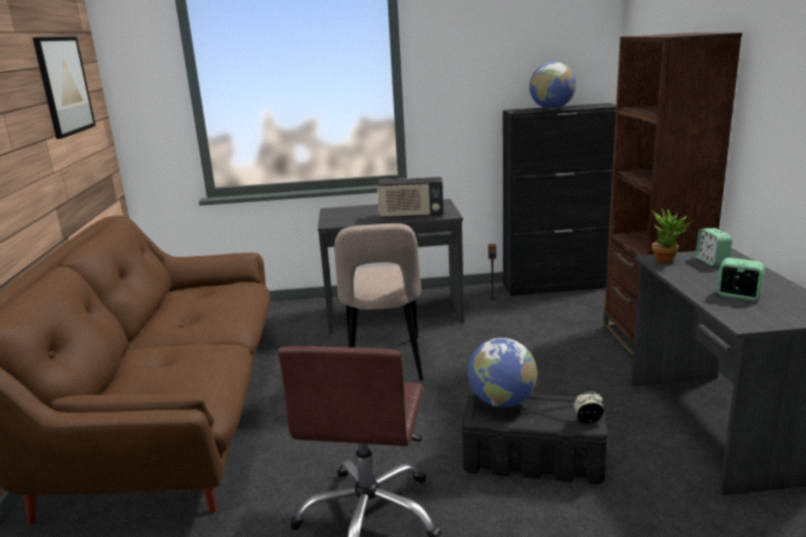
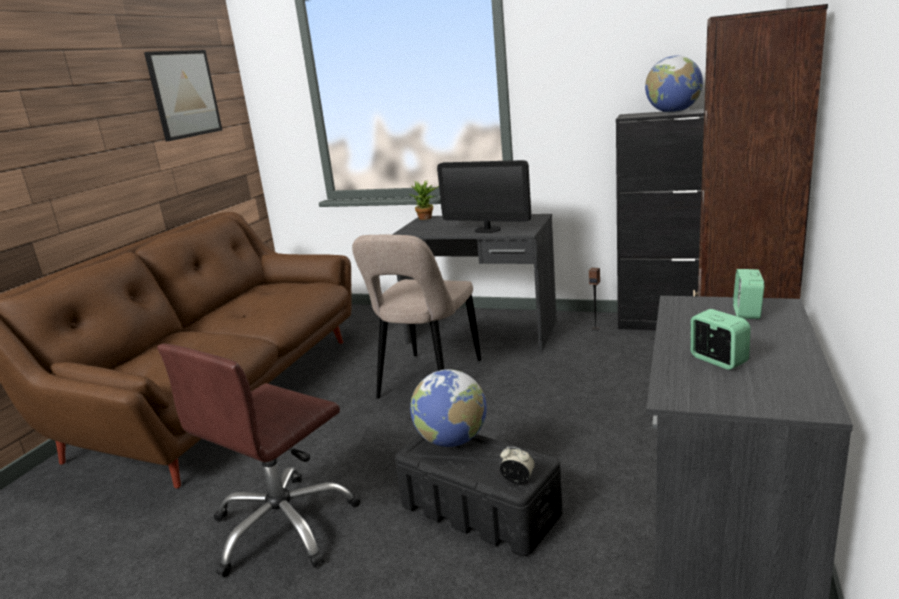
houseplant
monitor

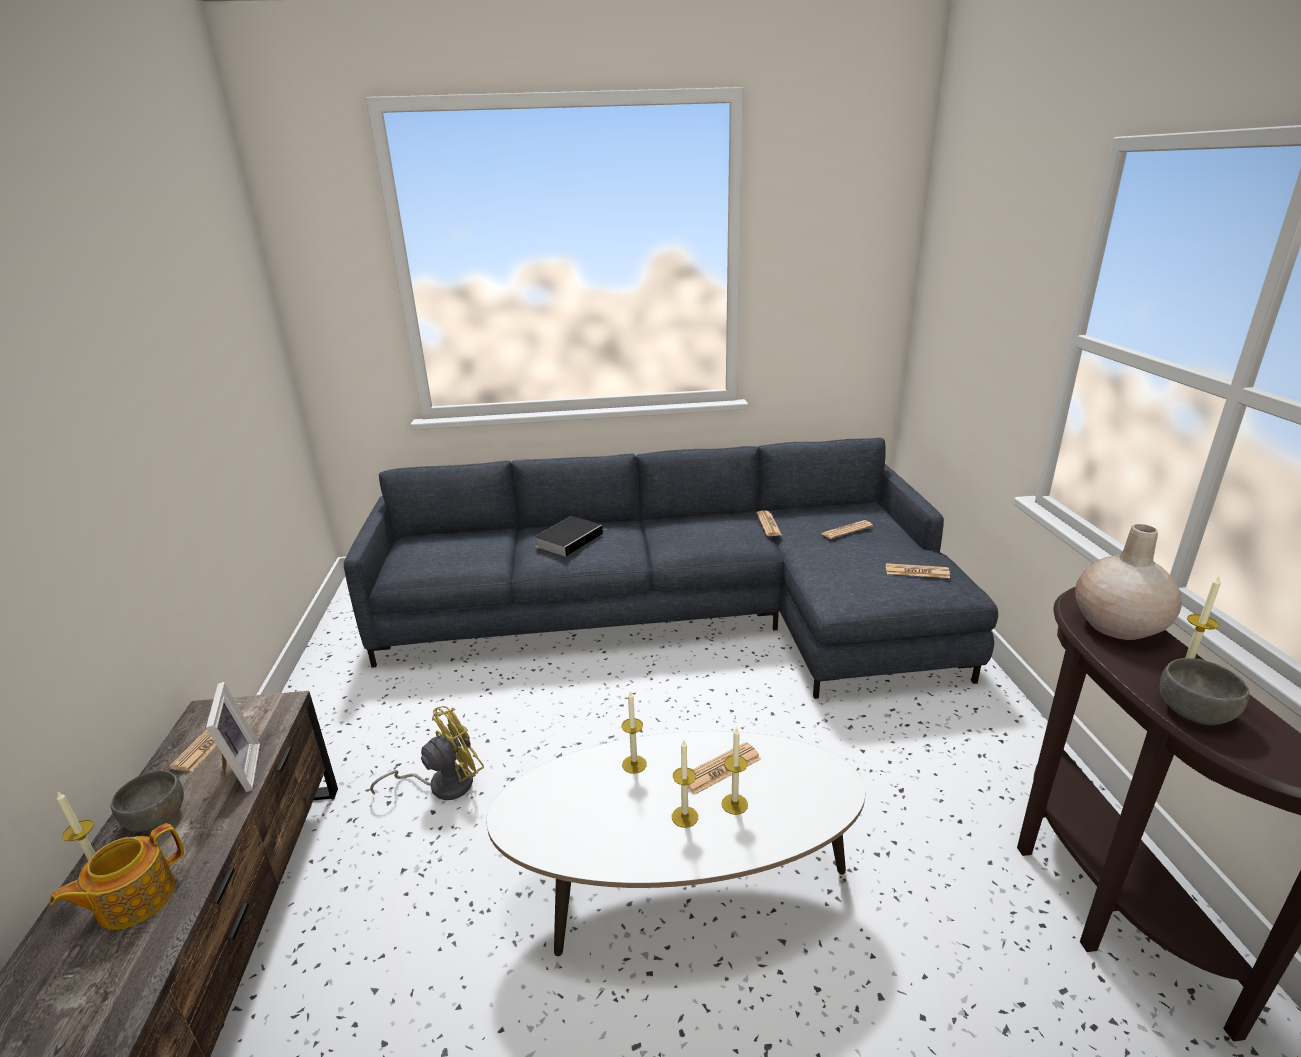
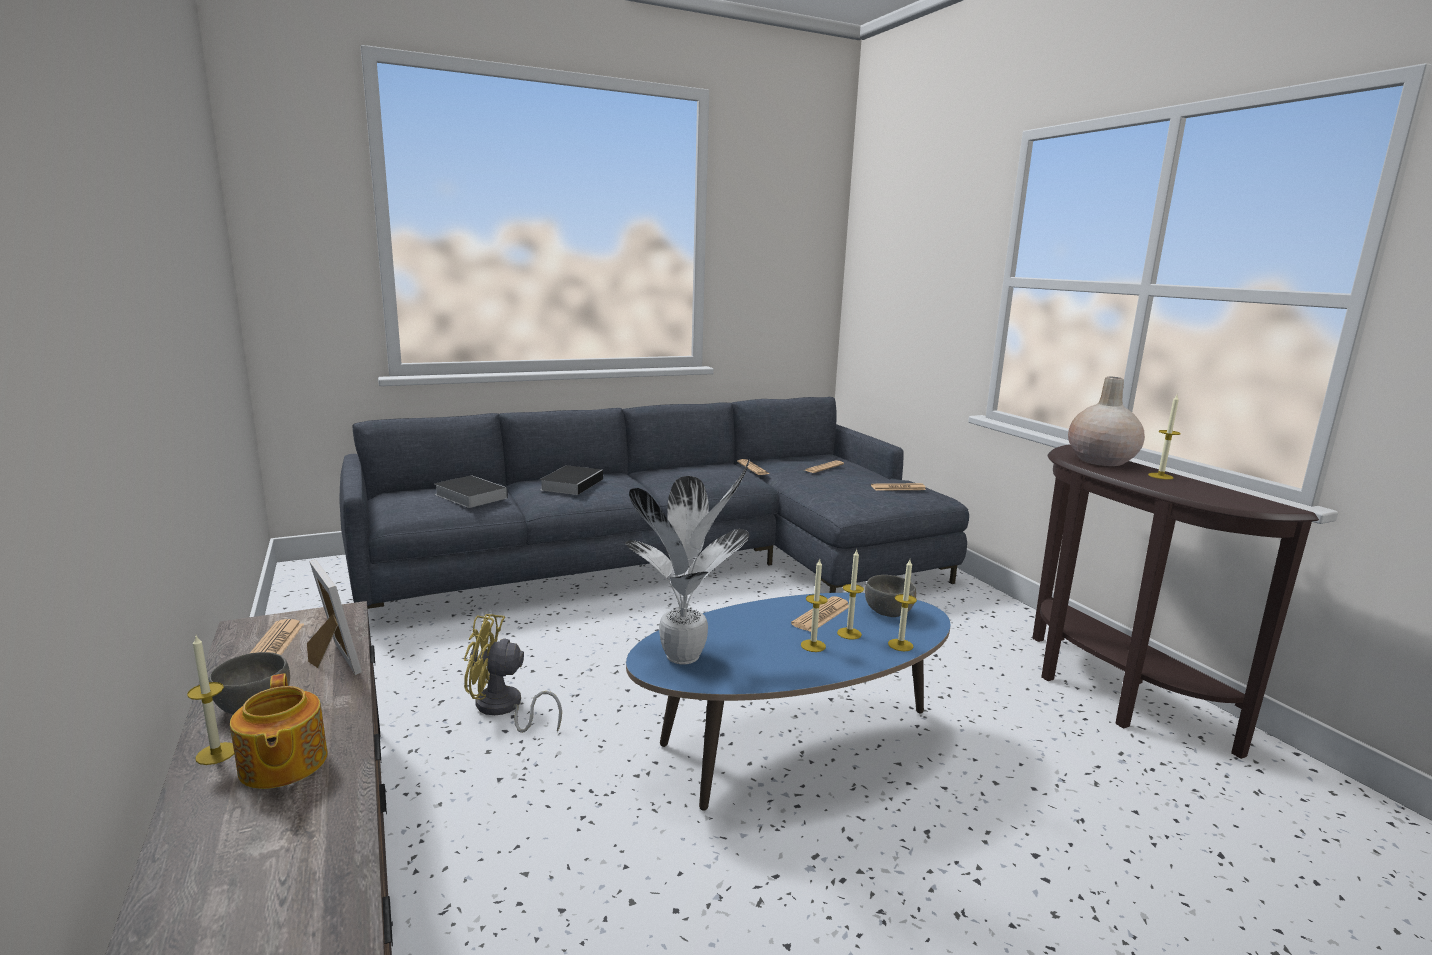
book (no. 1 from left)
houseplant
candle (no. 4 from left)
serving bowl (greyish) (no. 2 from left)
lounge table (blue-coloured)
pot for tea
electric fan (yellow)

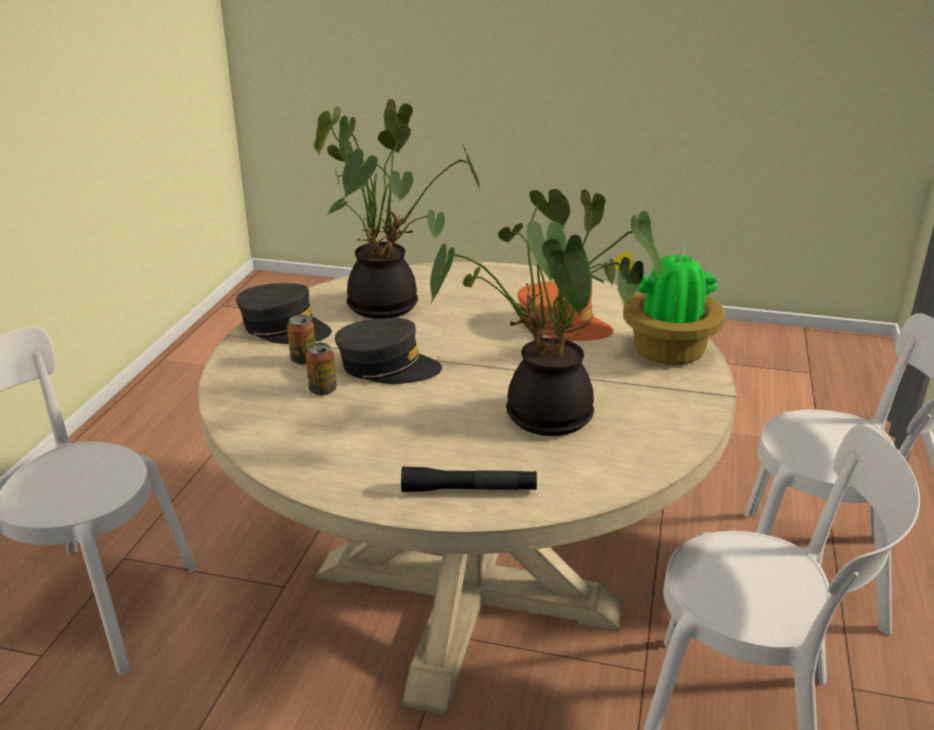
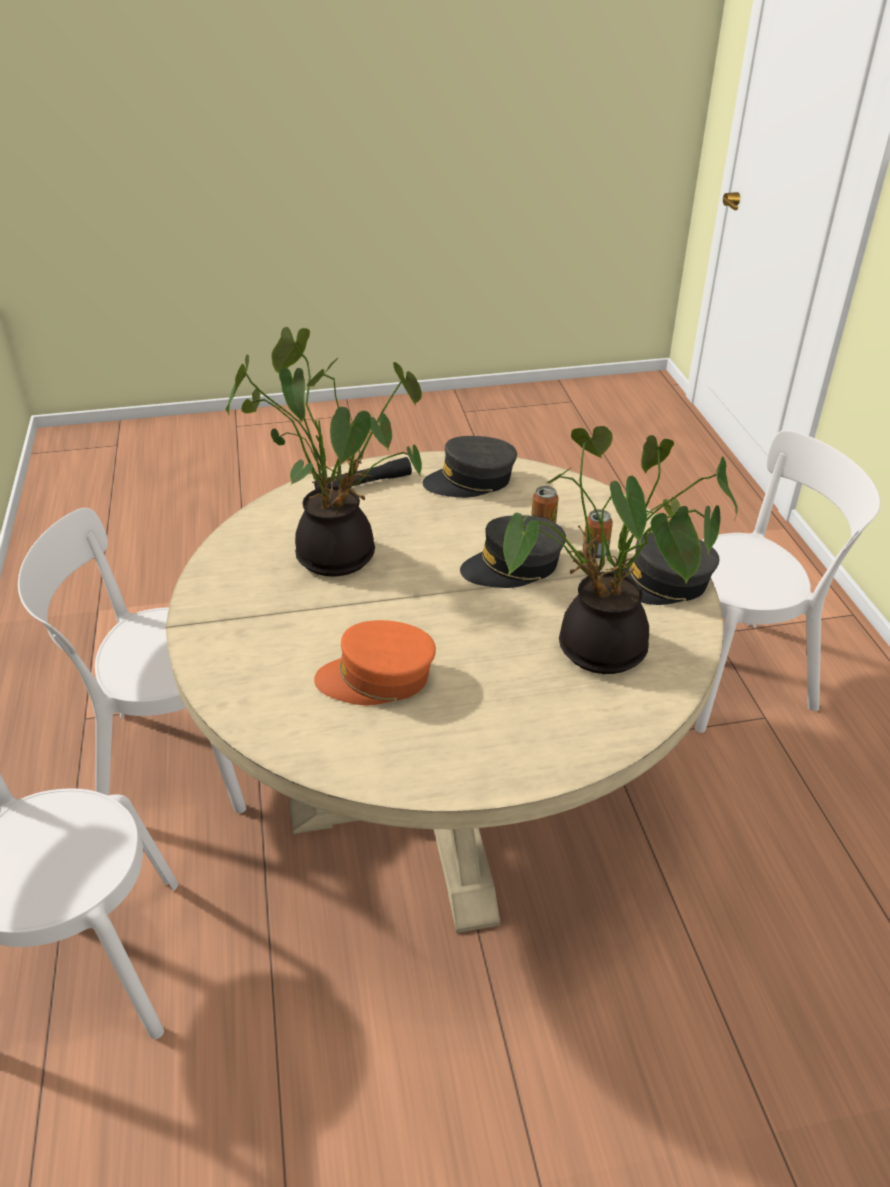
houseplant (no. 3 from left in the first image)
cap (greyish) (no. 1 from left)

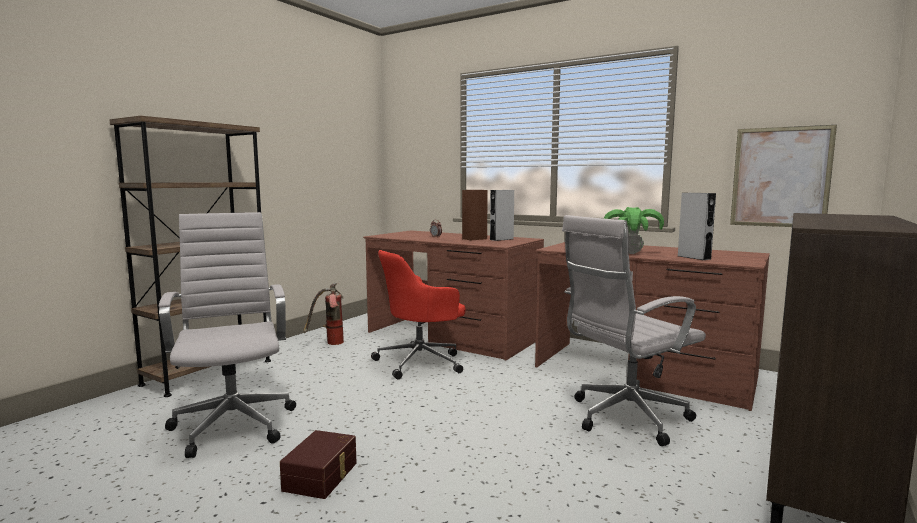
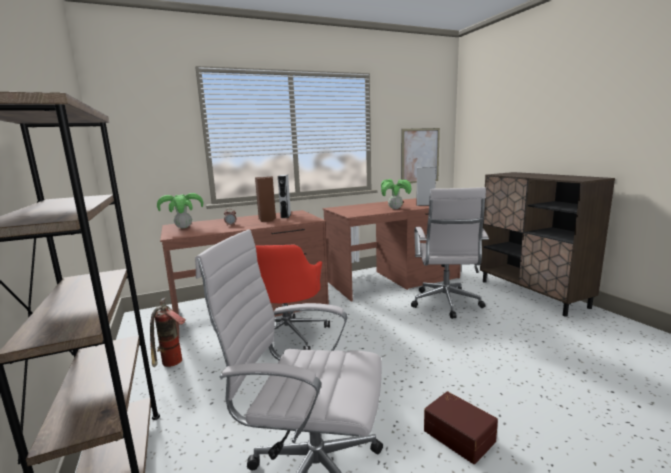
houseplant (no. 1 from left)

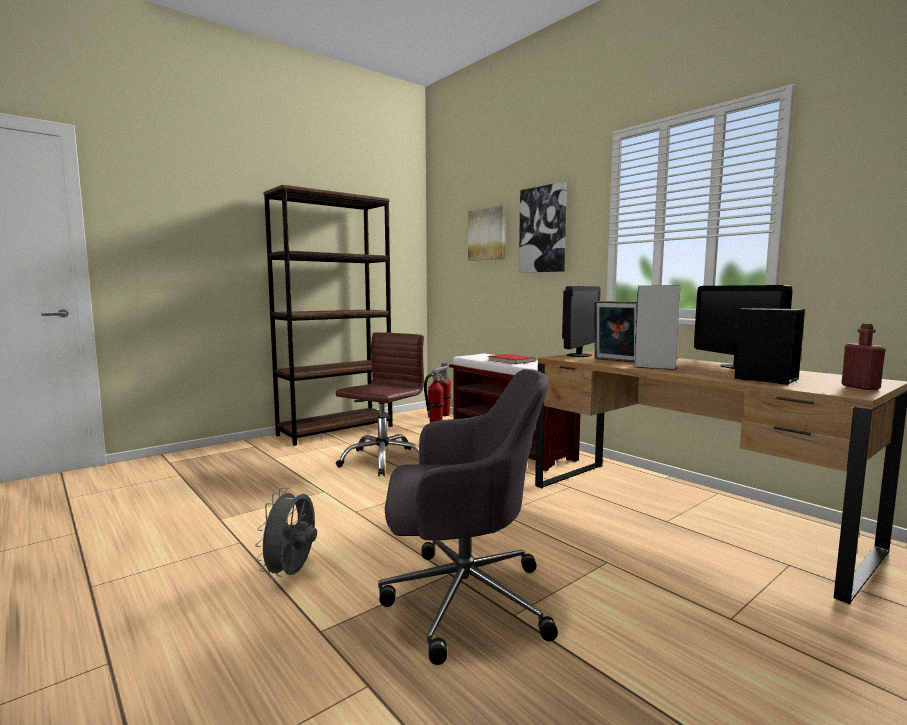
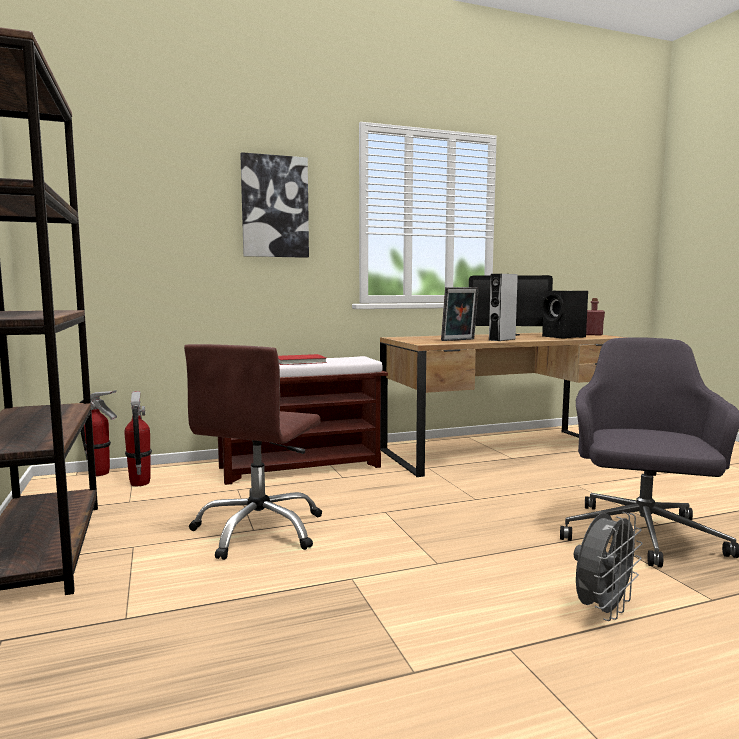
wall art (no. 1 from left in the first image)
monitor (no. 1 from left in the first image)
electric fan (greyish)
computer chair (brownish)

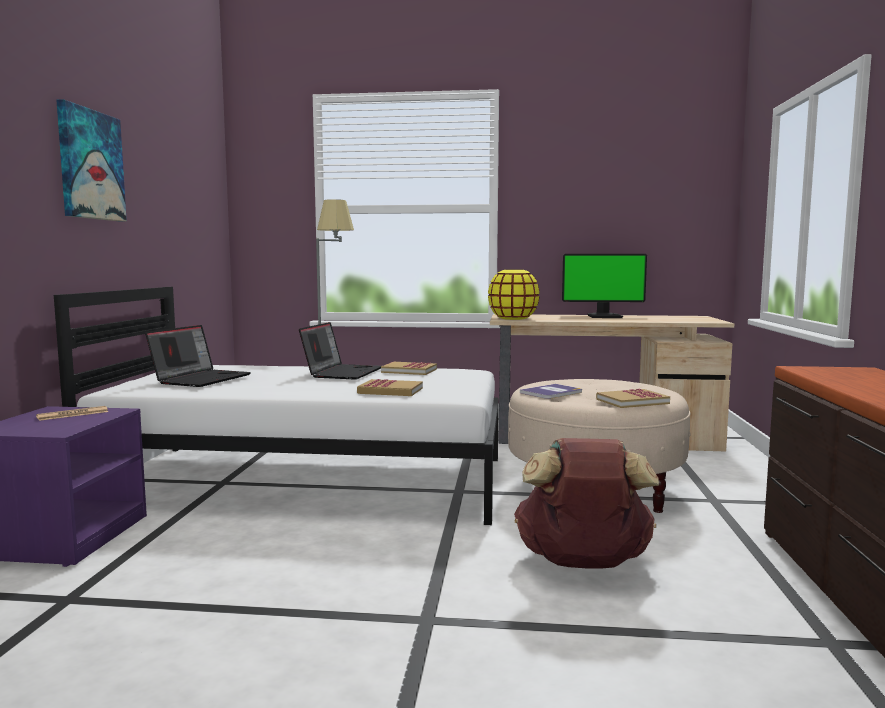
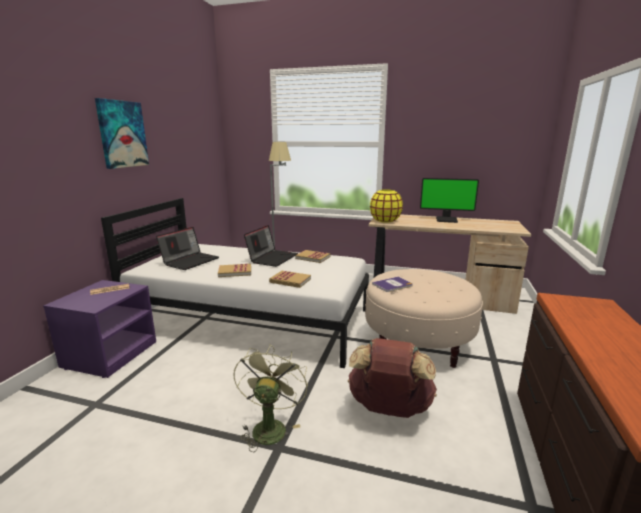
electric fan (greenish)
book (no. 1 from left)

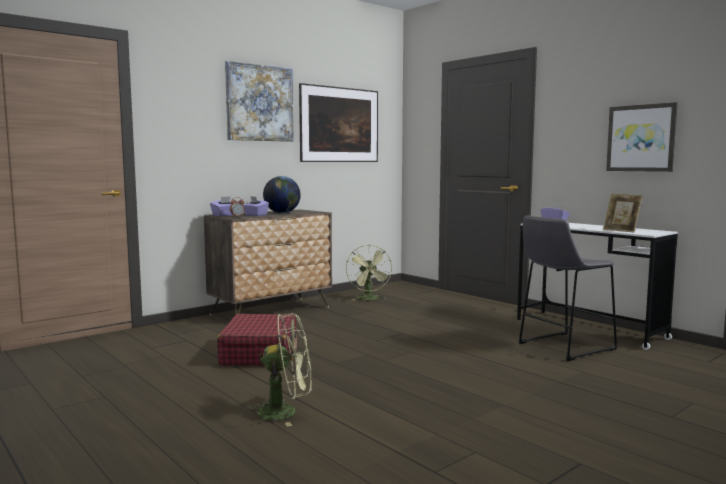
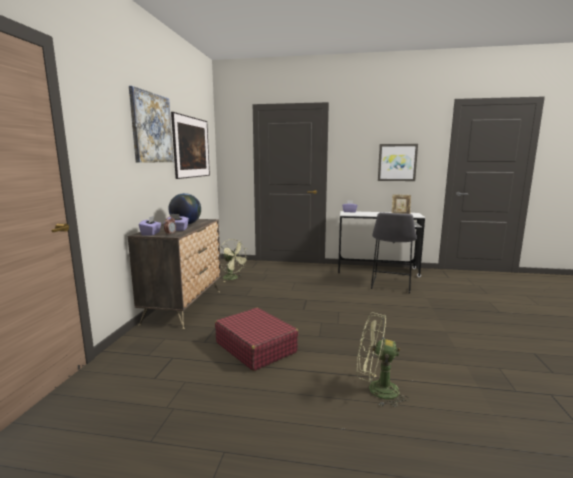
electric fan (greenish) (no. 2 from left)

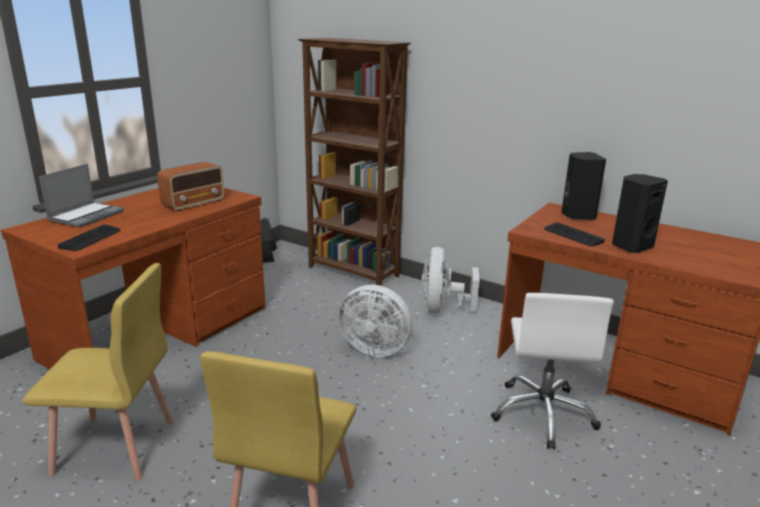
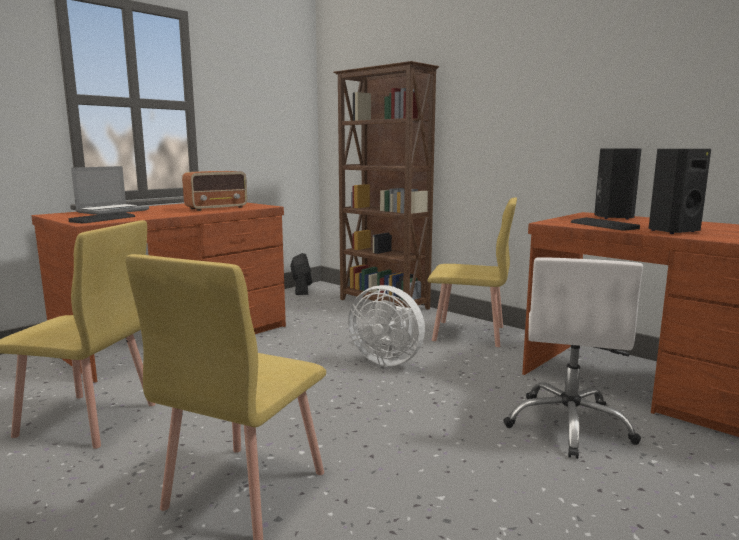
plain chair (yellow) (no. 3 from left)

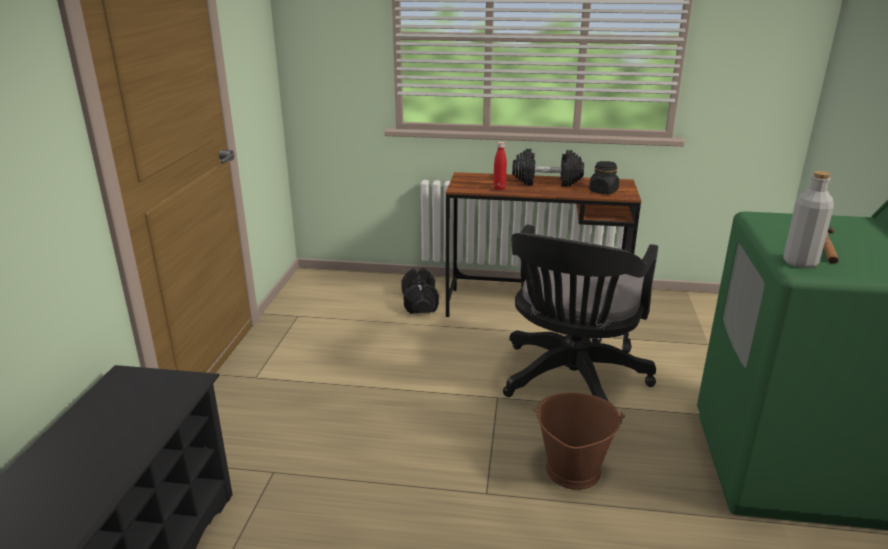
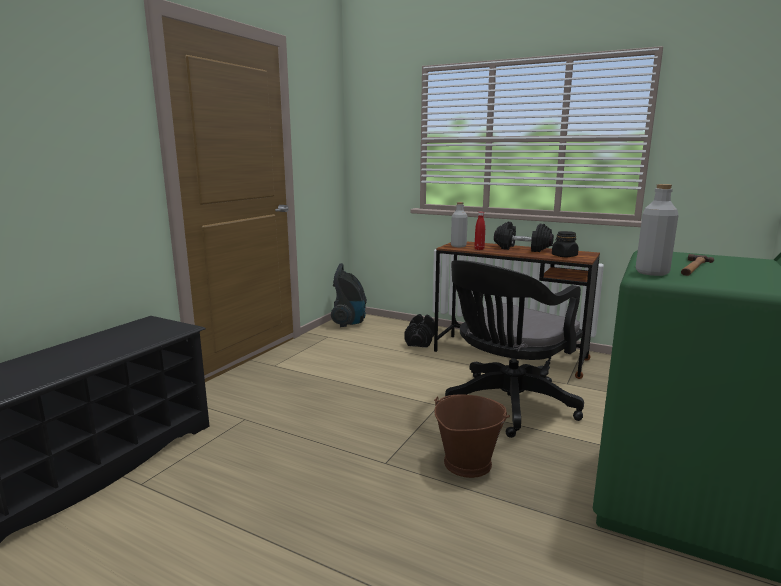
vacuum
beverage bottle (greyish) (no. 1 from left)

